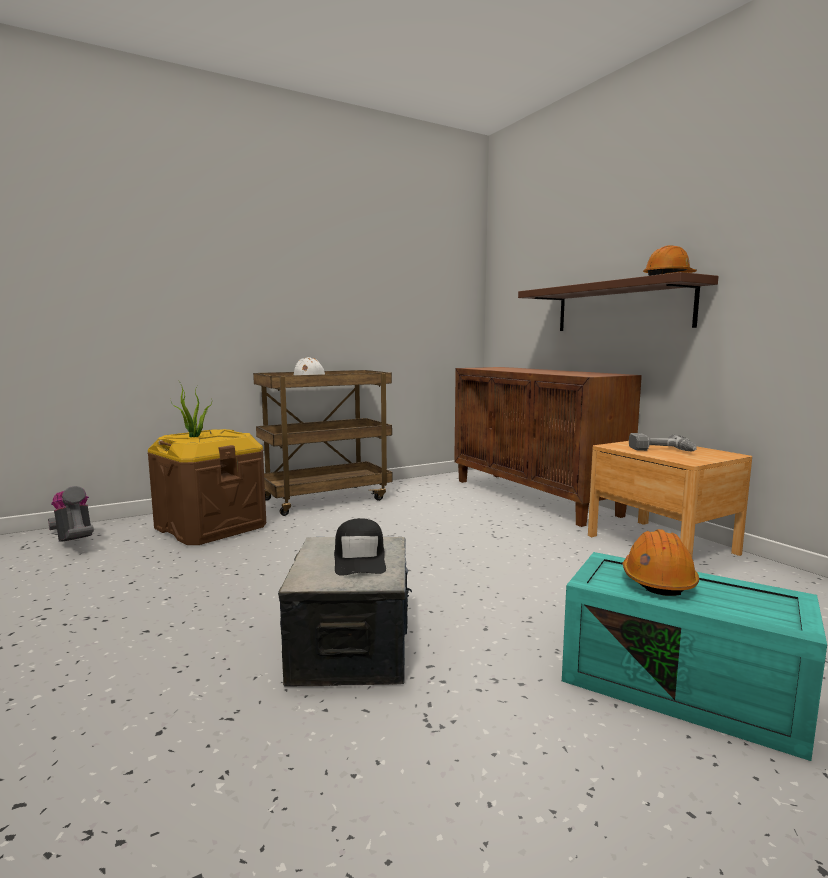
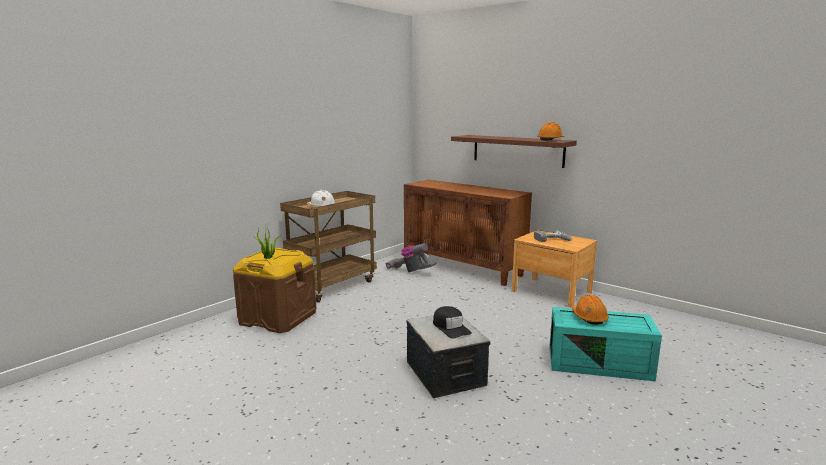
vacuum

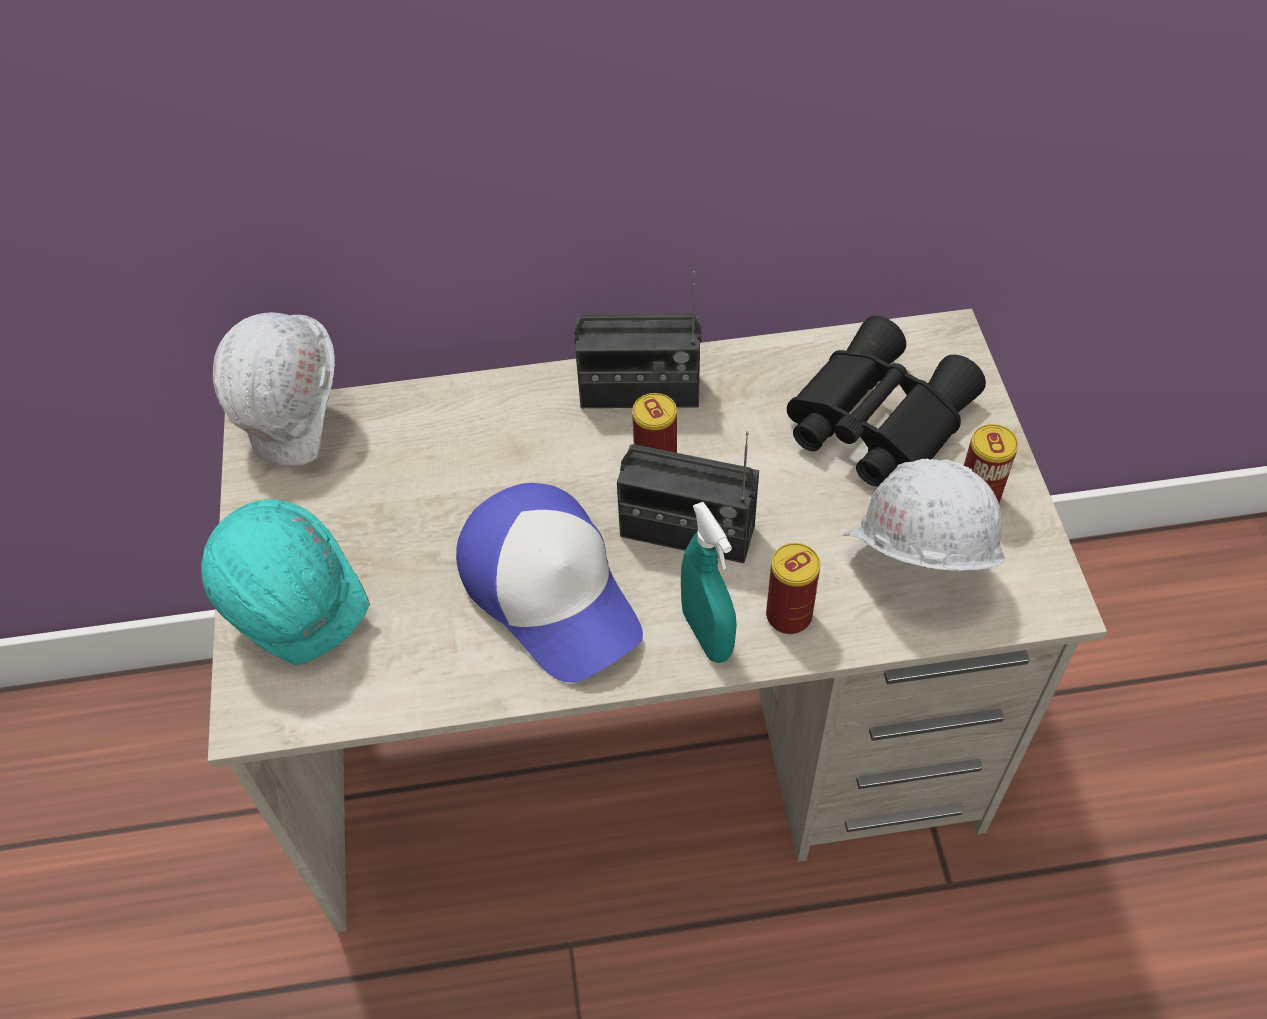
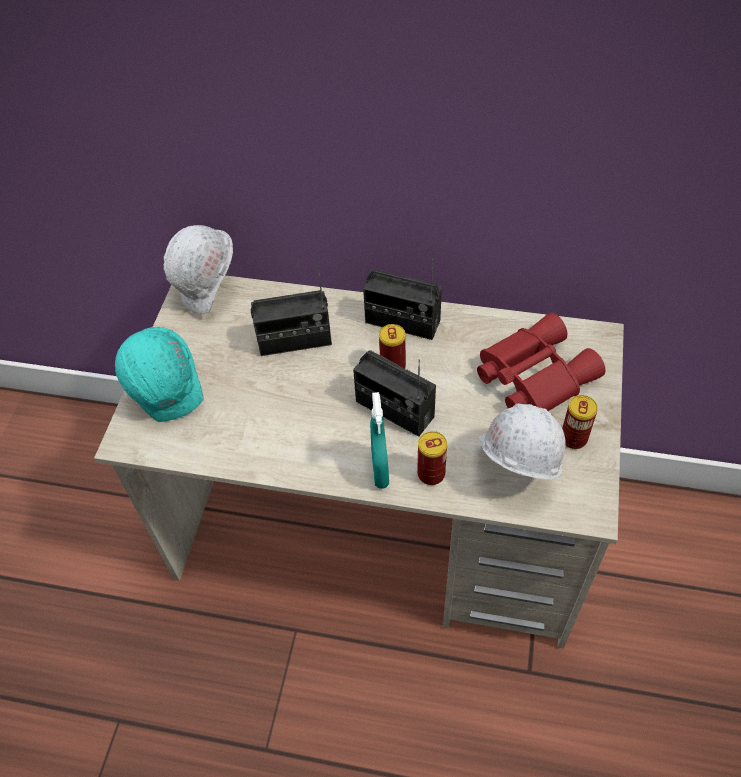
cap
radio (no. 1 from left)
field glasses (red-coloured)

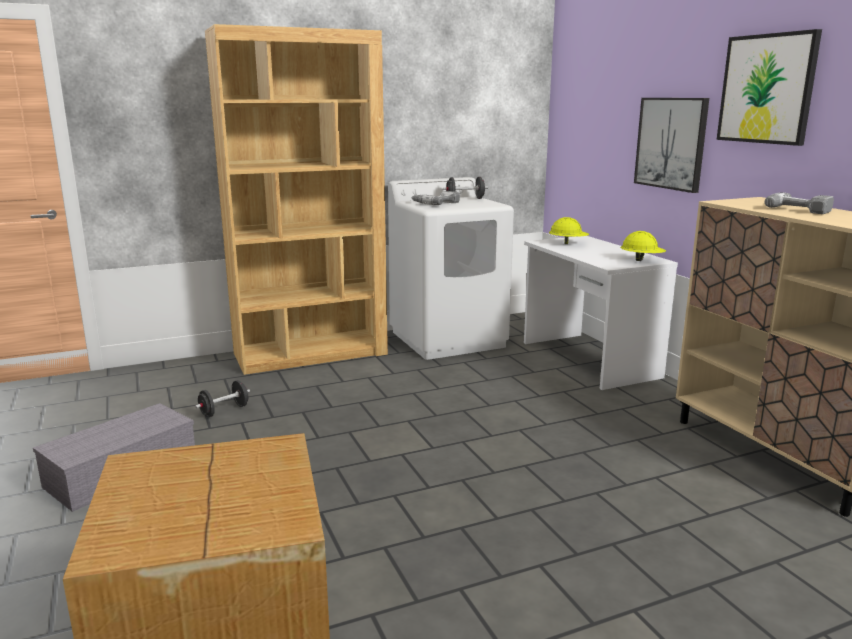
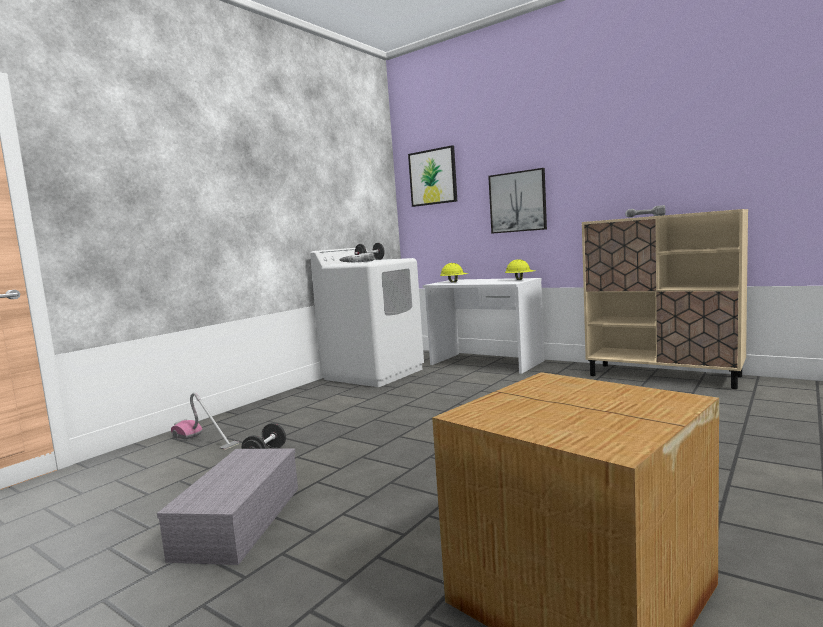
bookcase (brownish)
vacuum
wall art (no. 1 from left)

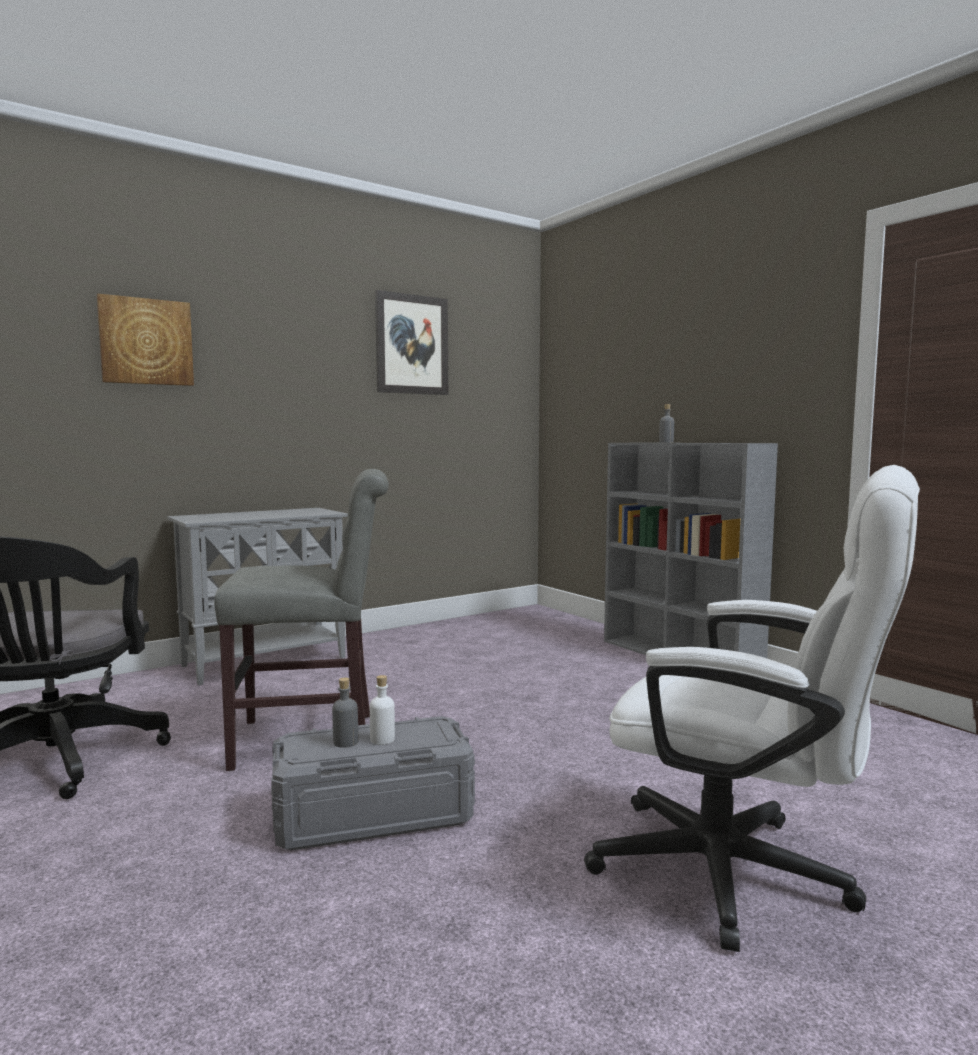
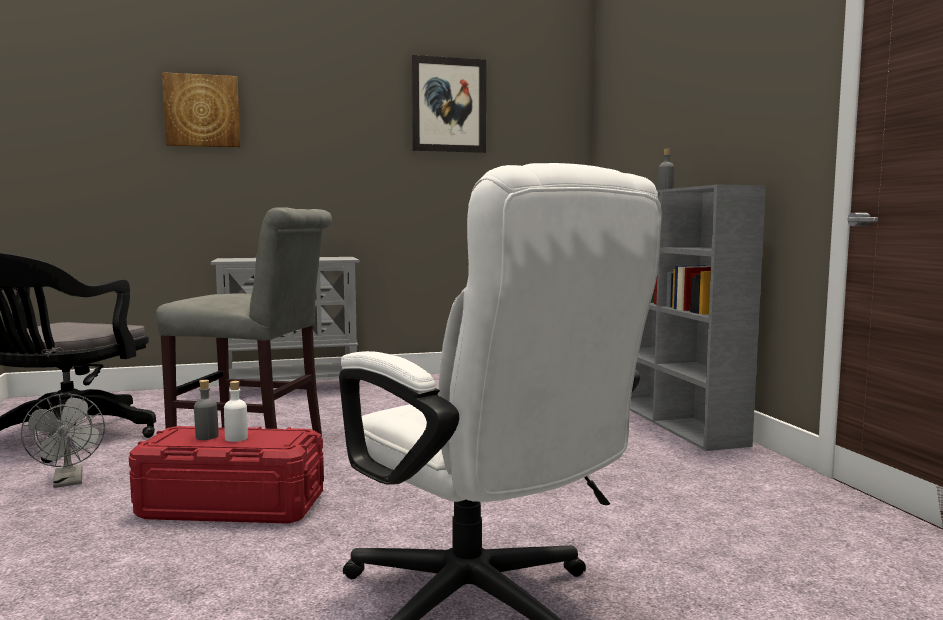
electric fan (greyish)
storage container (red-coloured)

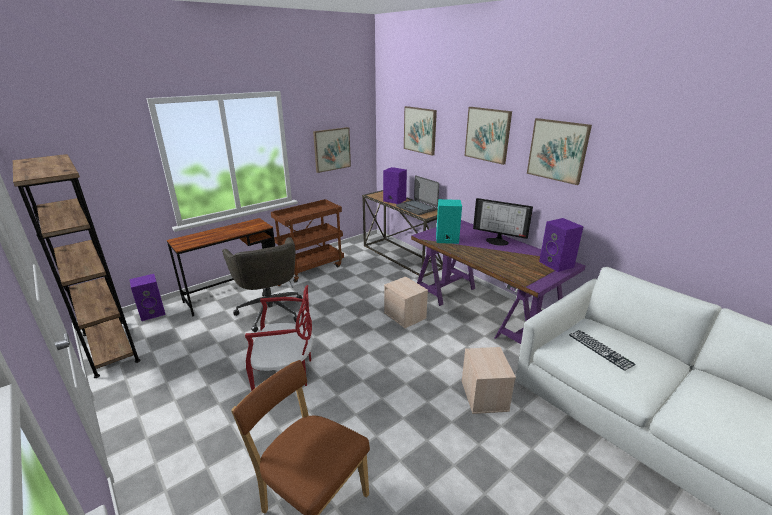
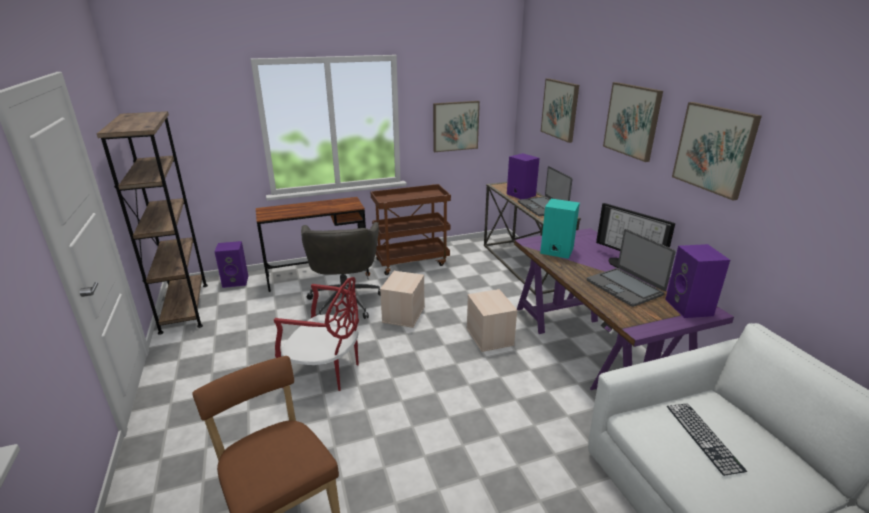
notebook computer (no. 2 from left)
storage container (beige) (no. 1 from left)

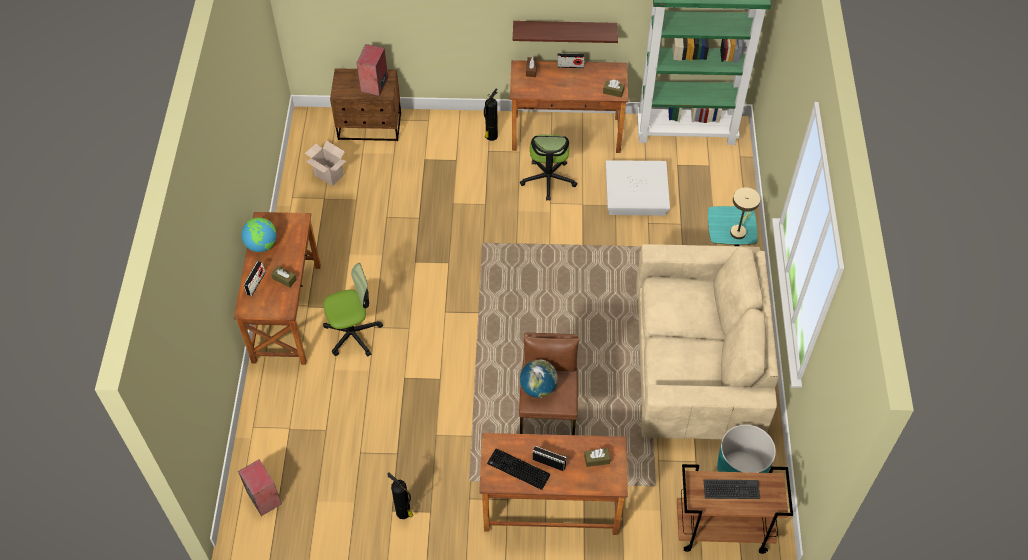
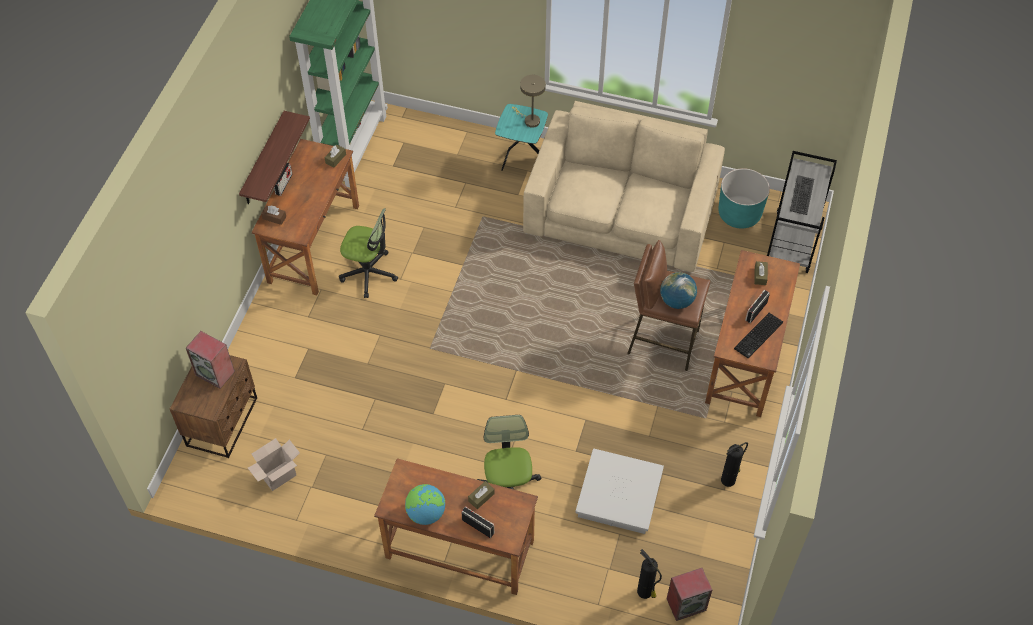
fire-fighting cylinder (no. 1 from left)
storage container (white-coloured)
cart (greyish)

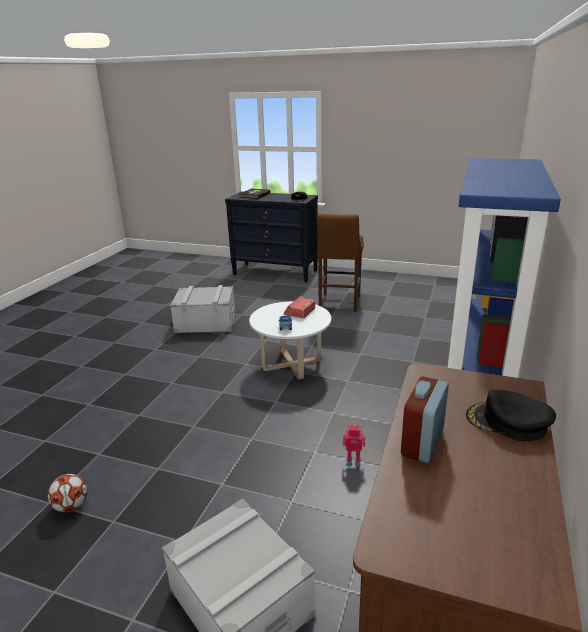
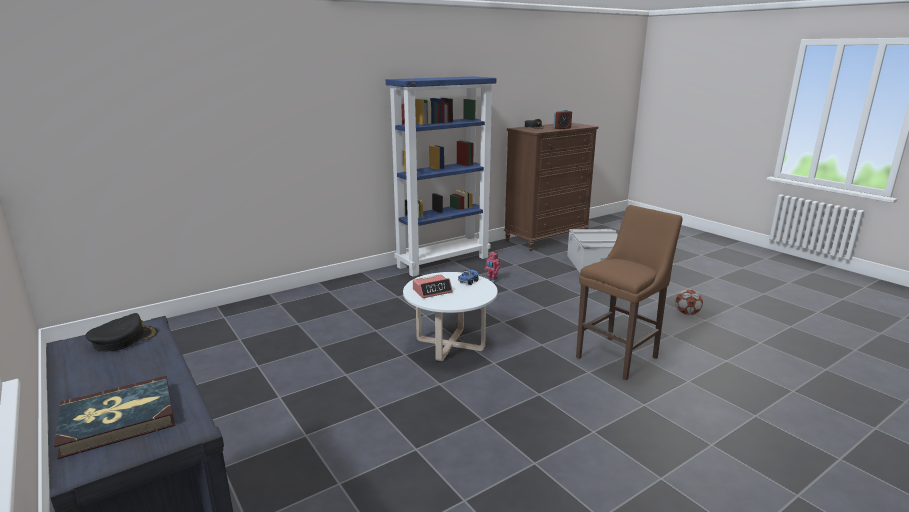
storage container (greyish) (no. 1 from left in the first image)
sitting stool (brownish)

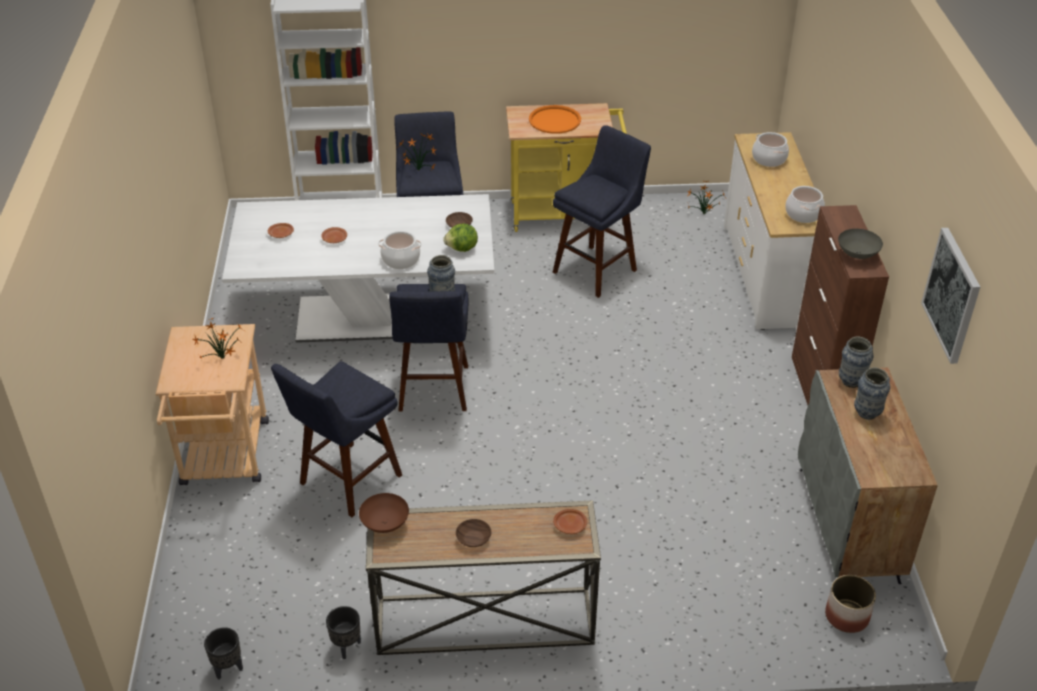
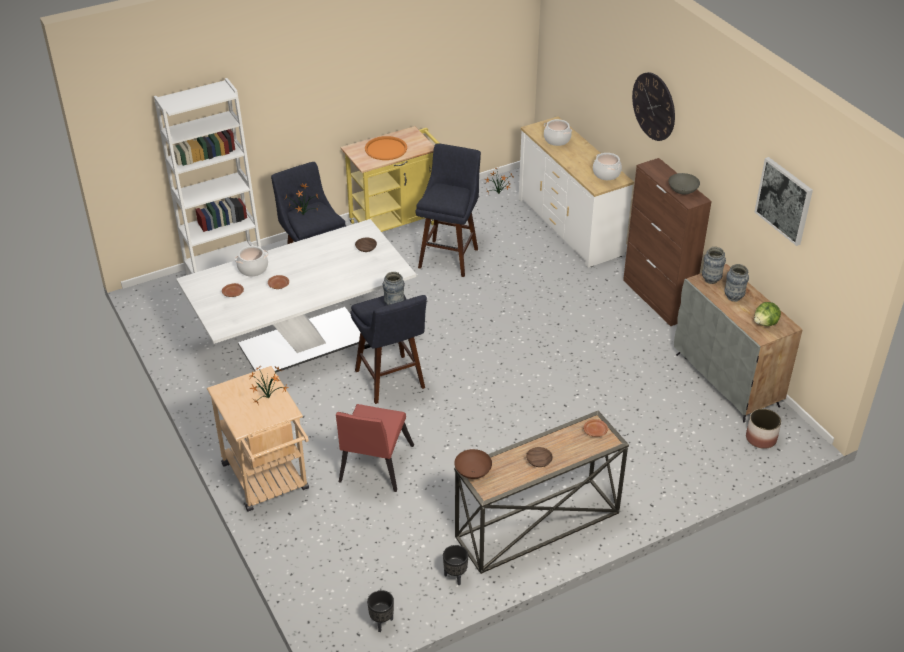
clock on the wall
cooking pot (no. 1 from left)
lettuce head
plain chair (red-coloured)

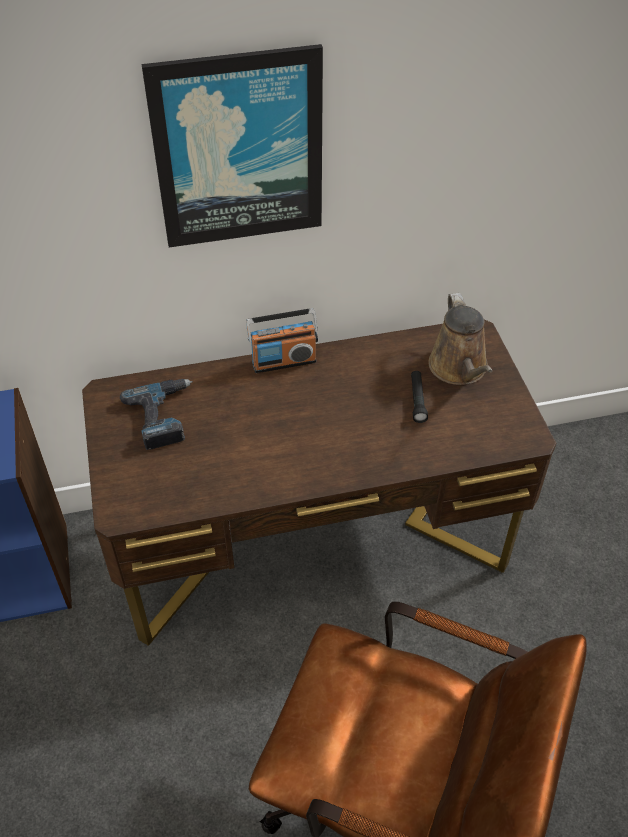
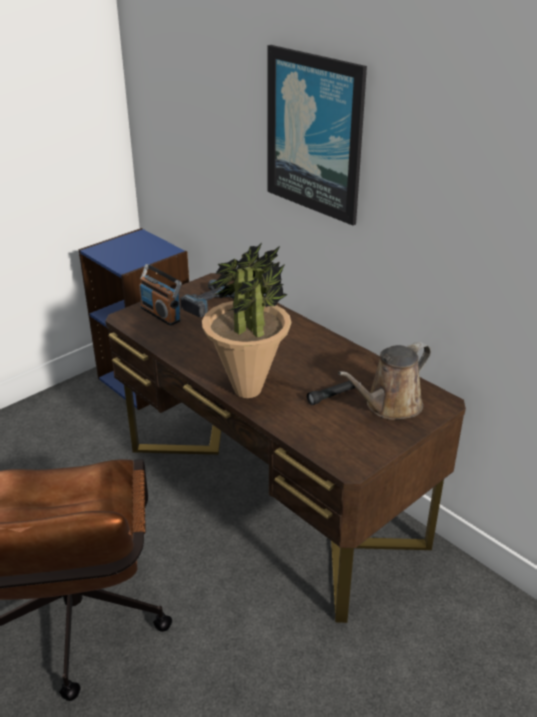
houseplant
radio

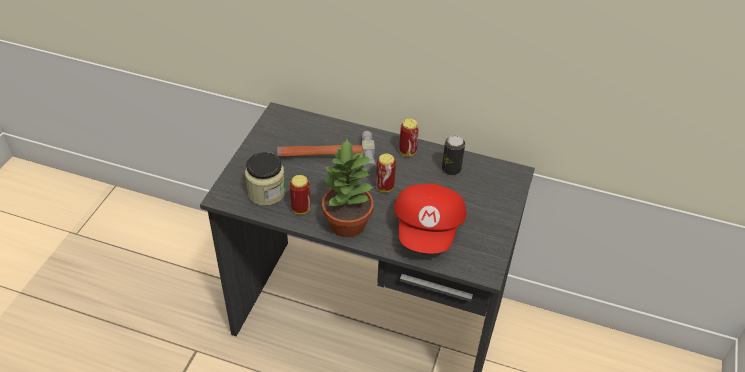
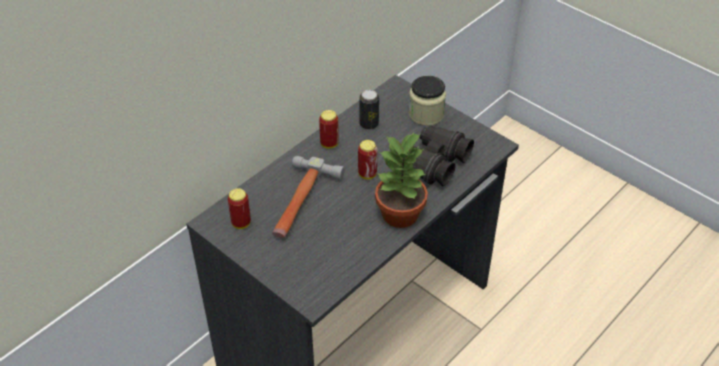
preserve jar
can (no. 1 from left)
field glasses (black-coloured)

